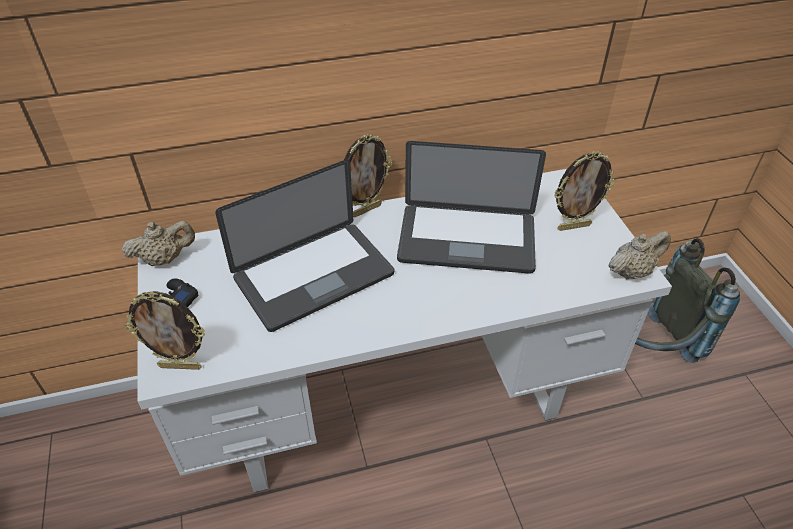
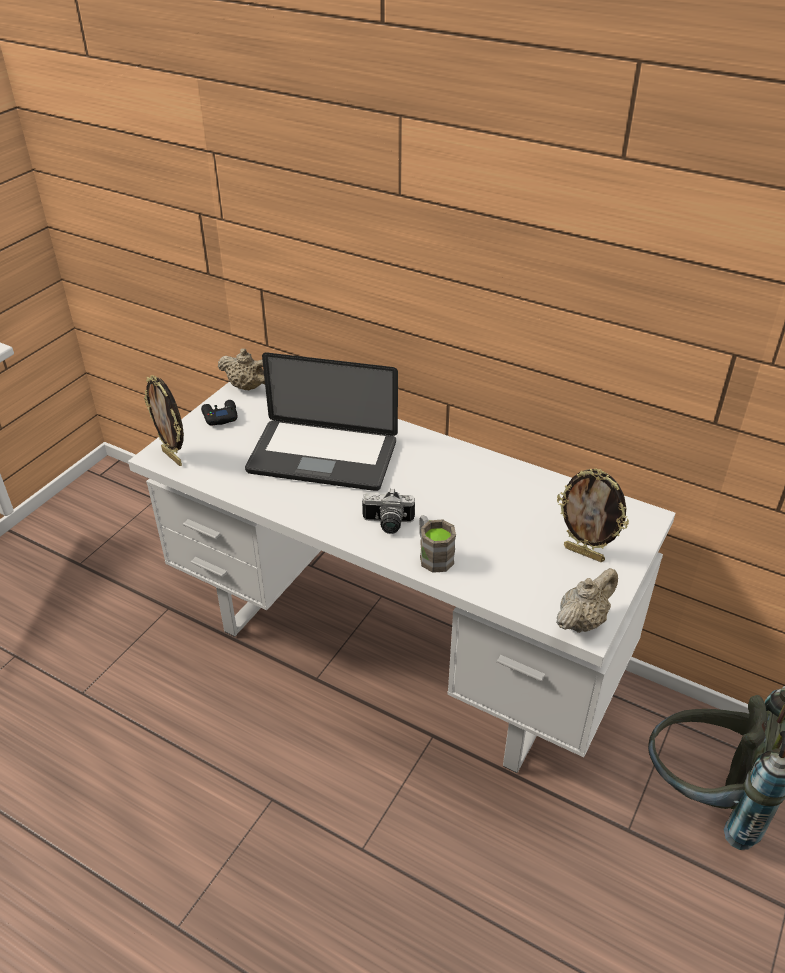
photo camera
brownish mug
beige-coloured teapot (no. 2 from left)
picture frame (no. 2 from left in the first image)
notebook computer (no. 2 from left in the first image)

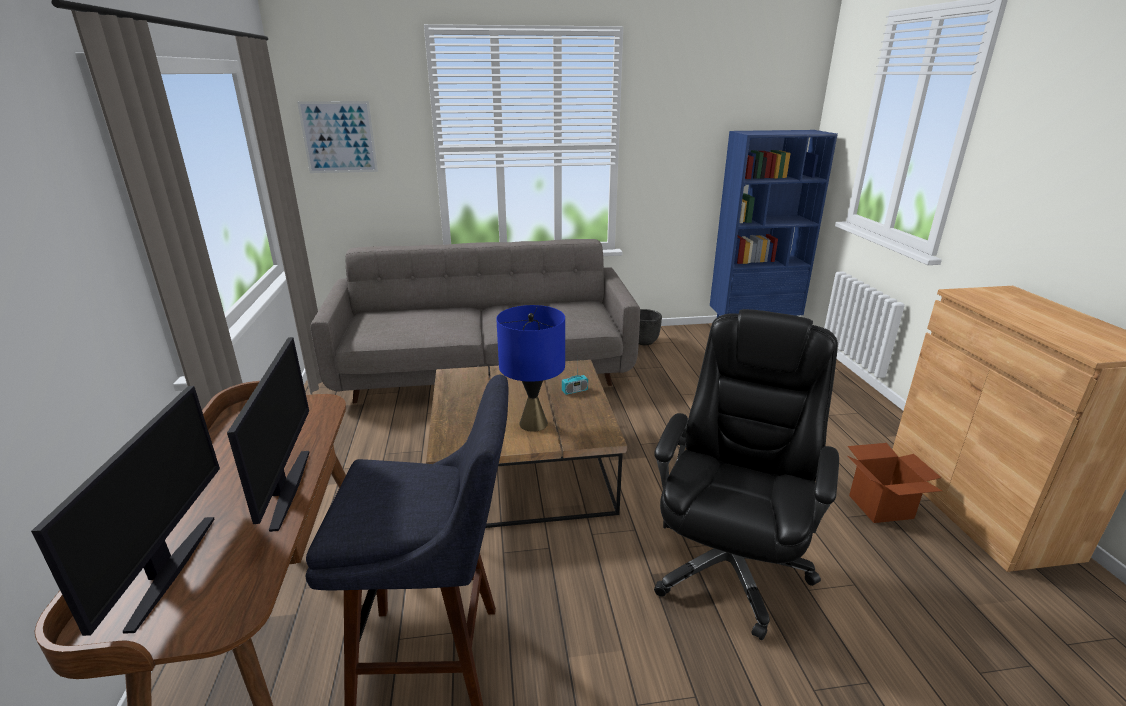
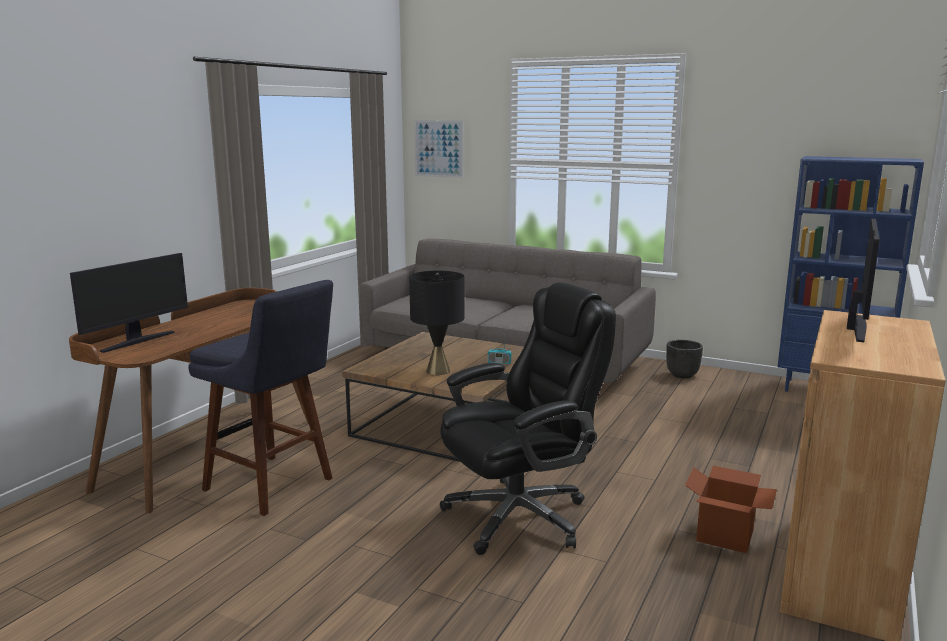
black tabletop lamp
monitor (no. 2 from left)

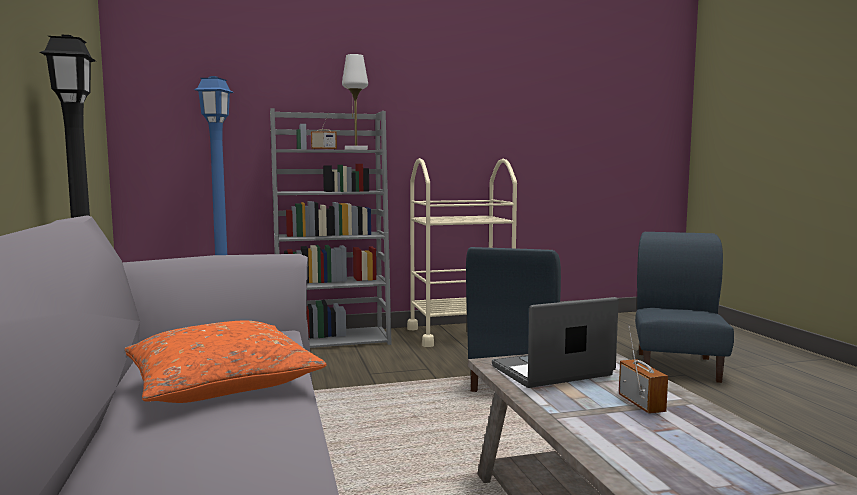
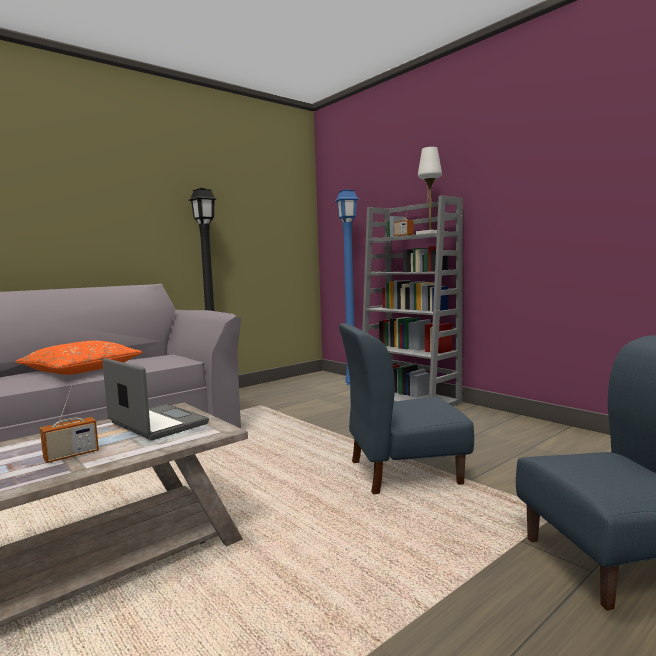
beige-coloured wheeled cart

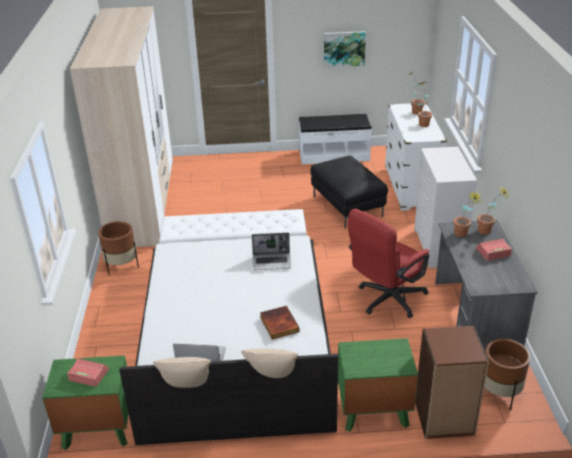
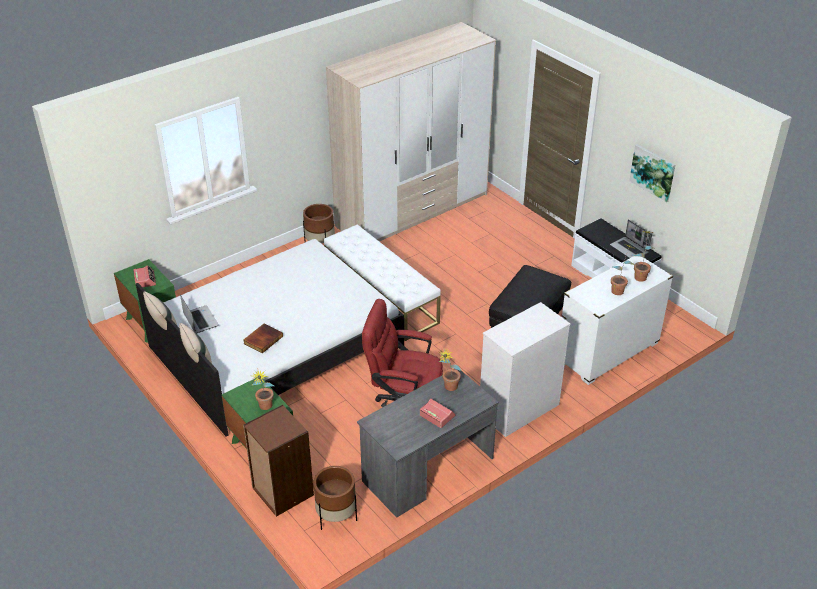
houseplant (no. 1 from left)
notebook computer (no. 2 from left)

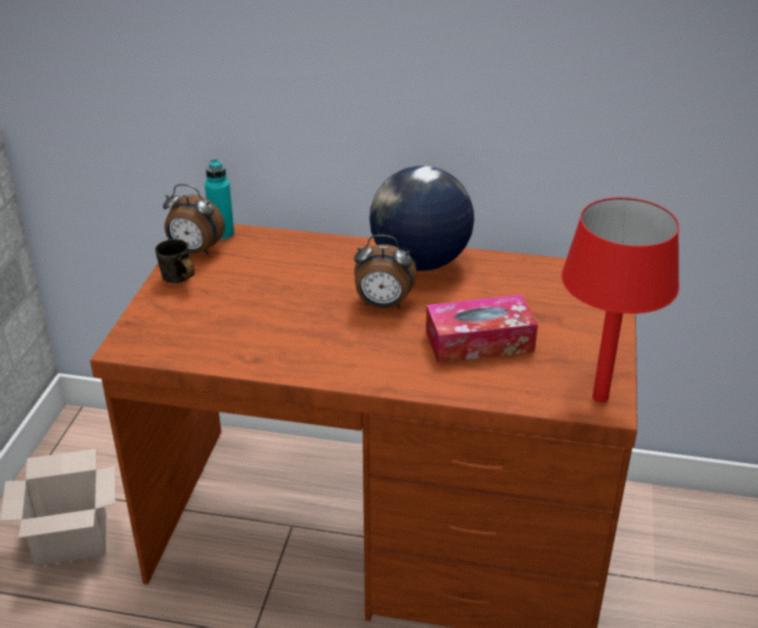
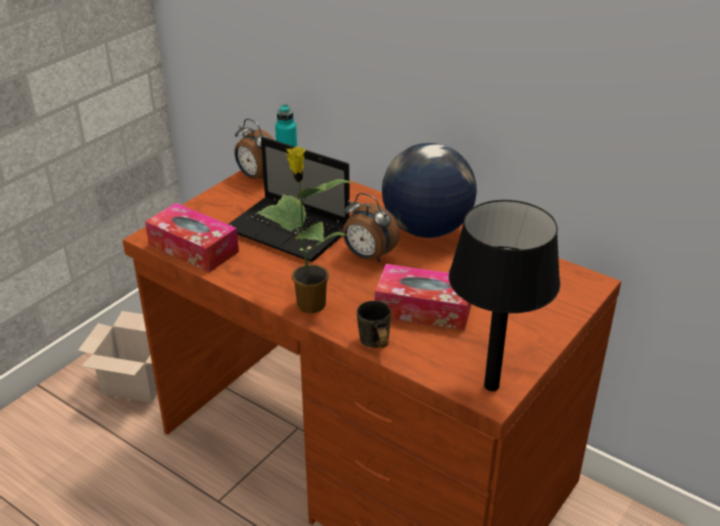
tissue holder (no. 1 from left)
notebook computer
houseplant
grey mug
black tabletop lamp

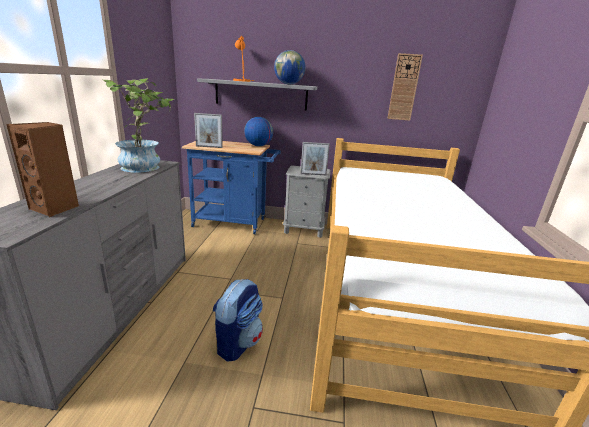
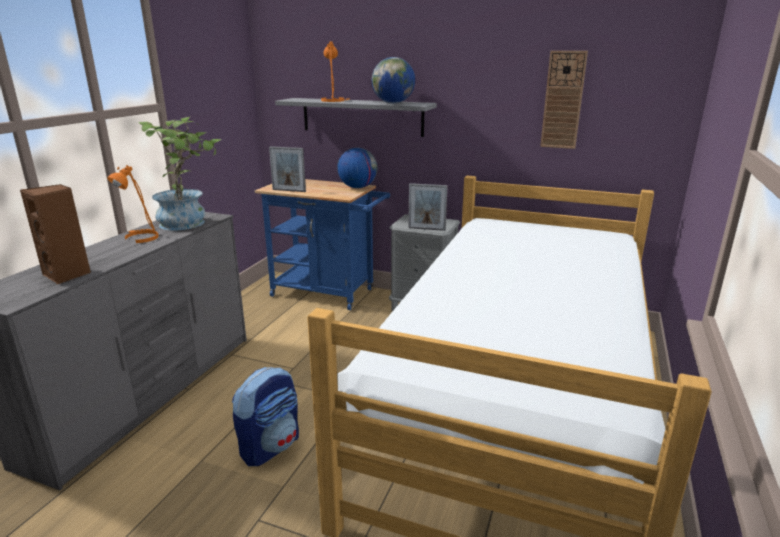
orange tabletop lamp (no. 1 from left)

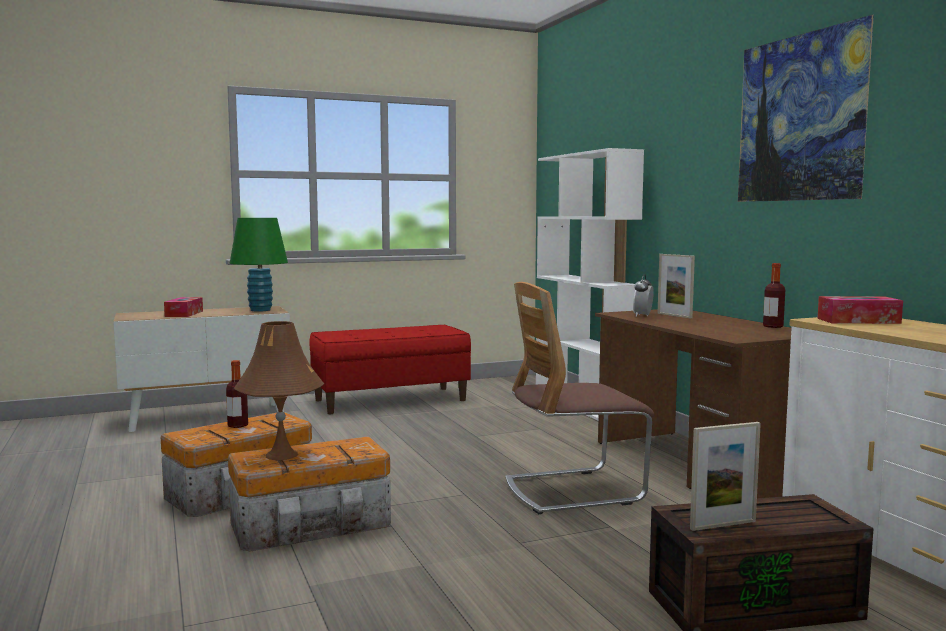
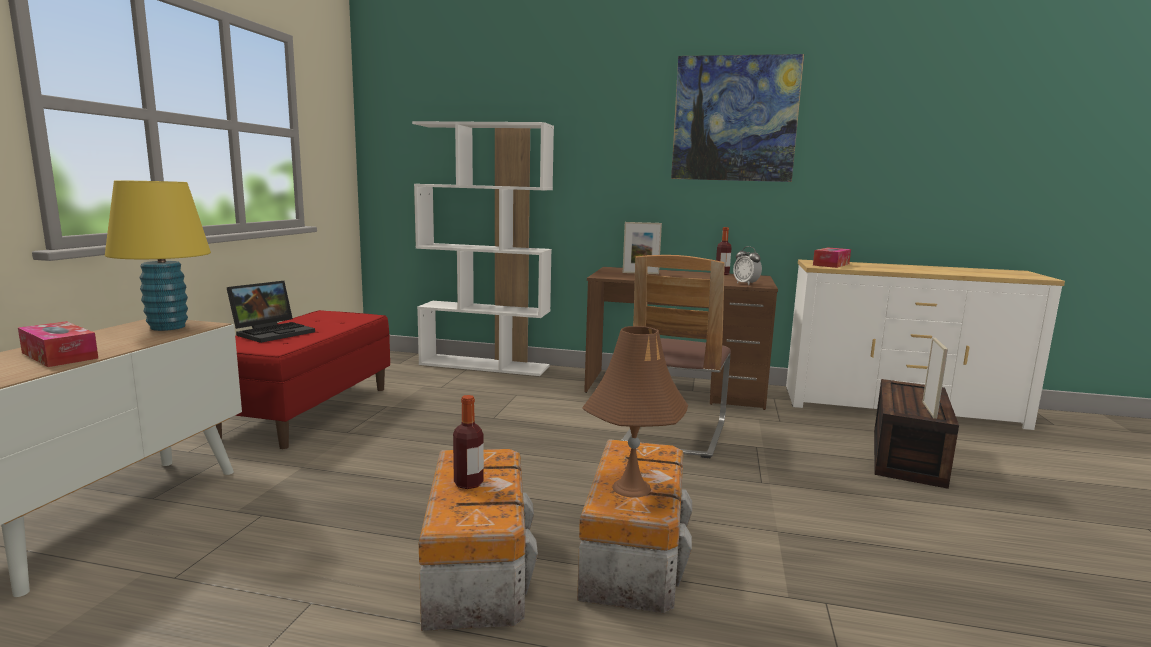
yellowish tabletop lamp
notebook computer
bedside clock

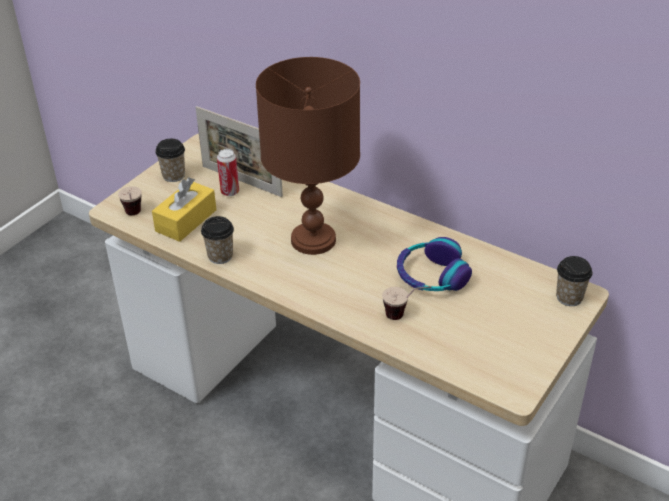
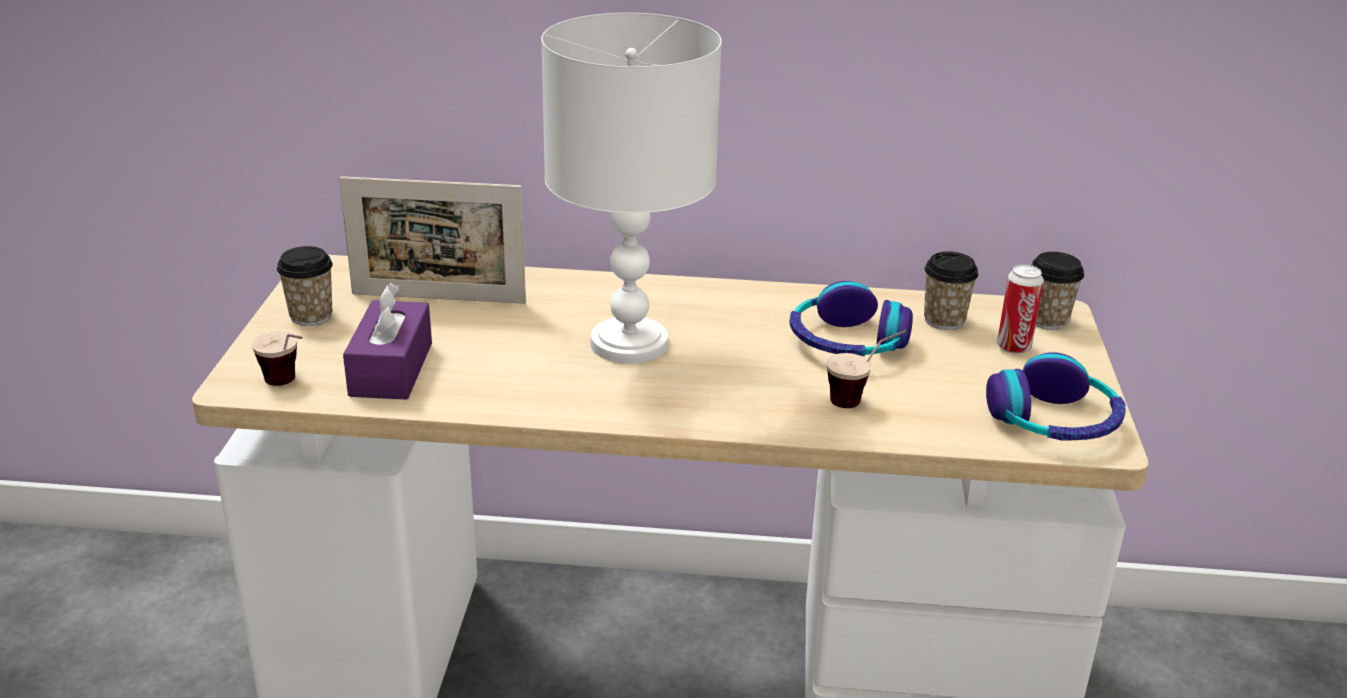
purple-coloured tissue holder
white-coloured tabletop lamp
cup (no. 4 from left)
pair of headphones (no. 2 from left)
sealed can

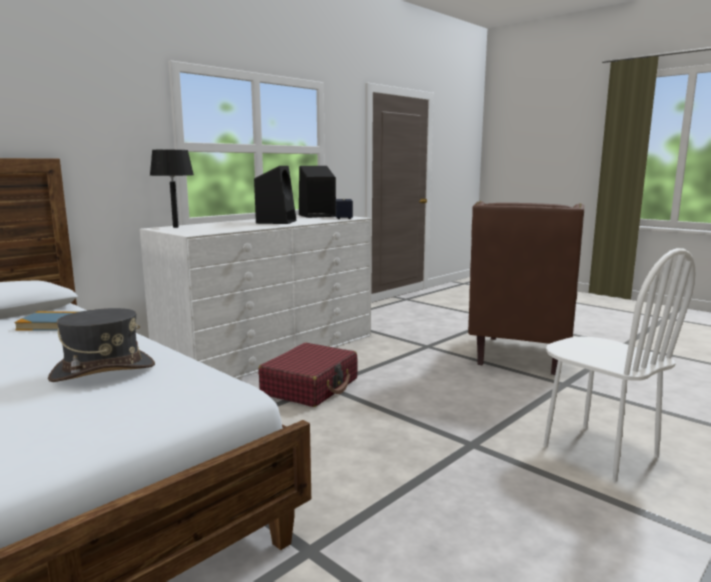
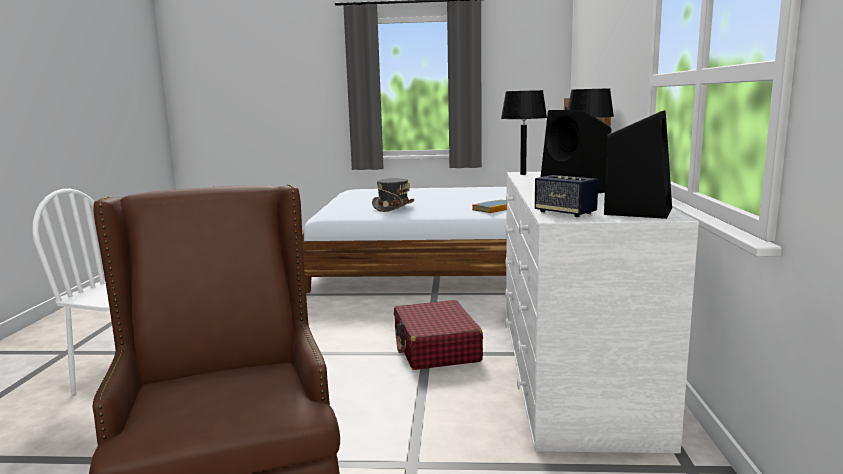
black tabletop lamp (no. 1 from left)

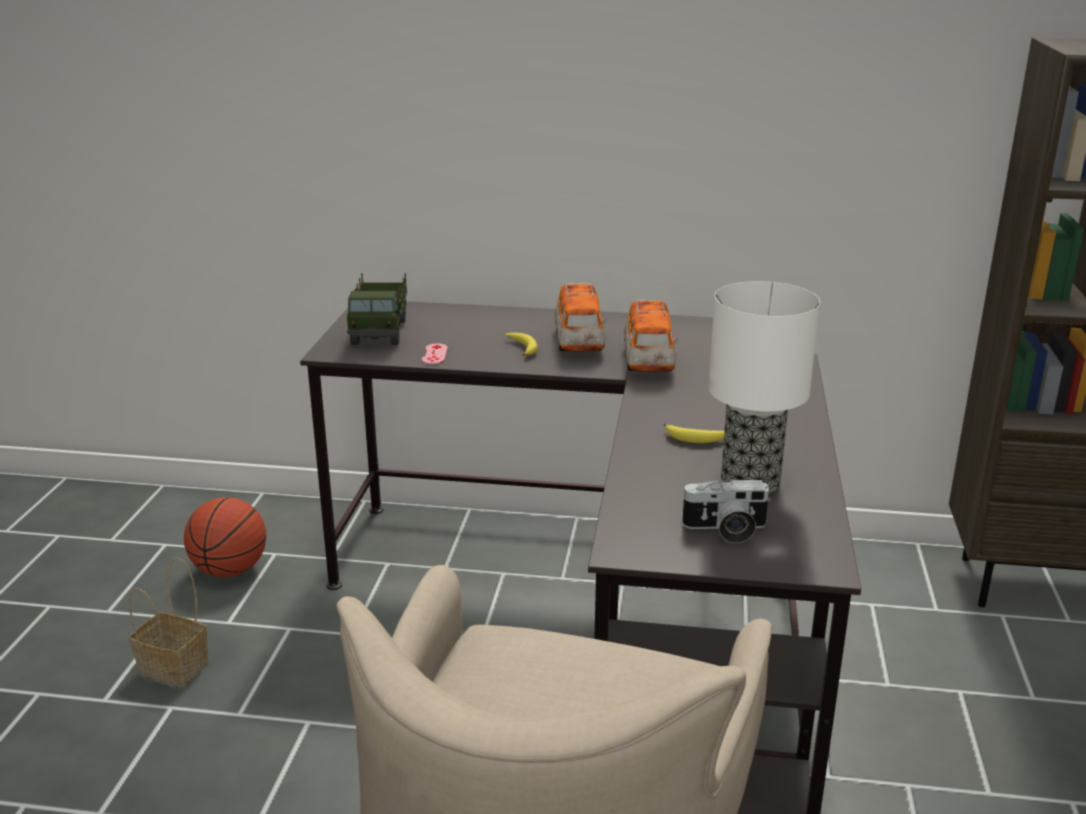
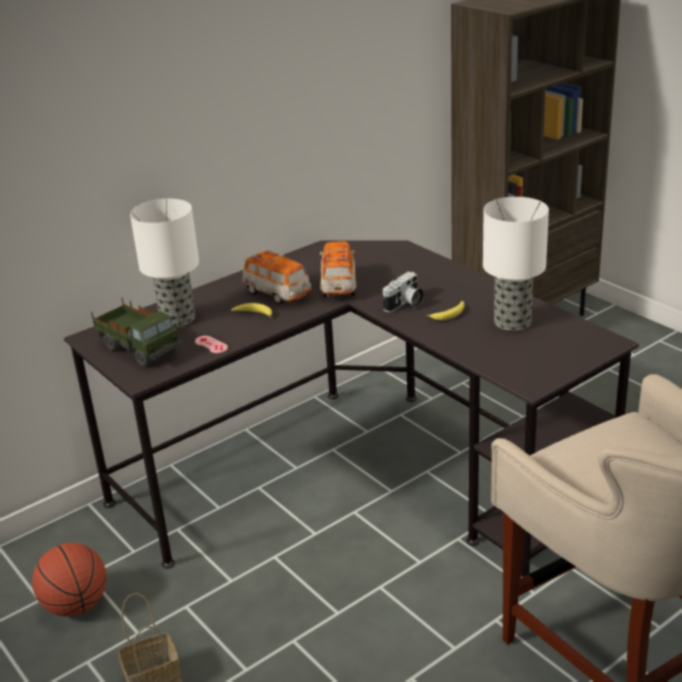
tabletop lamp (no. 1 from left)
model car (no. 2 from left)
photo camera

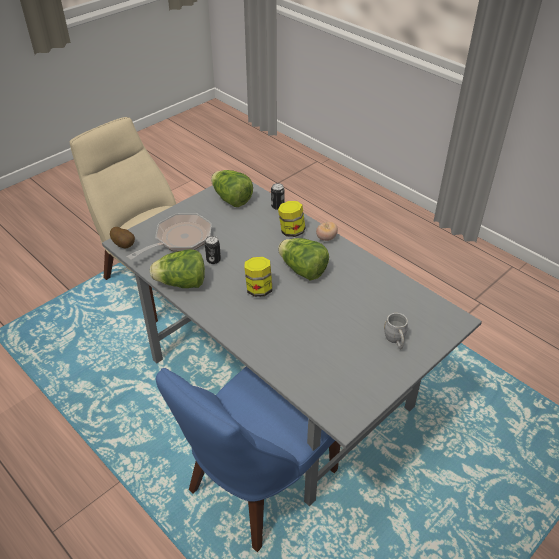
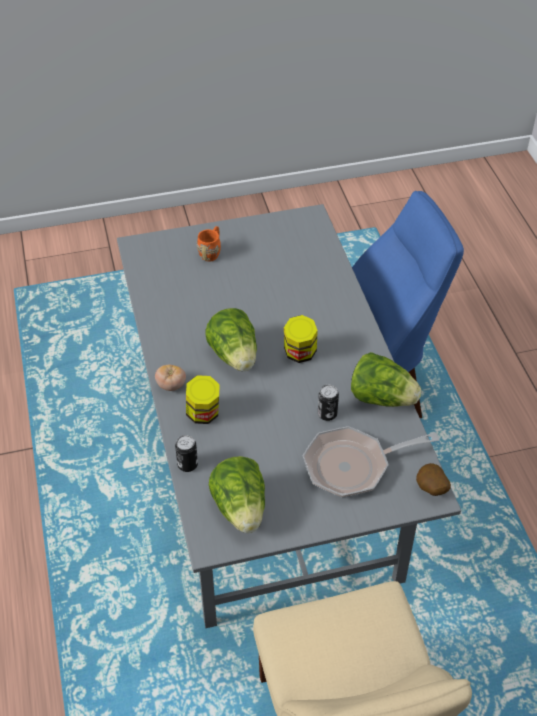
orange mug

